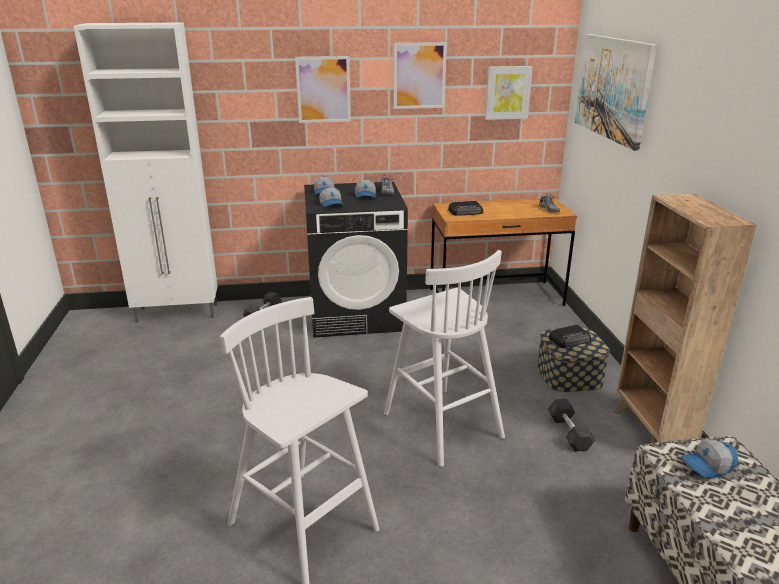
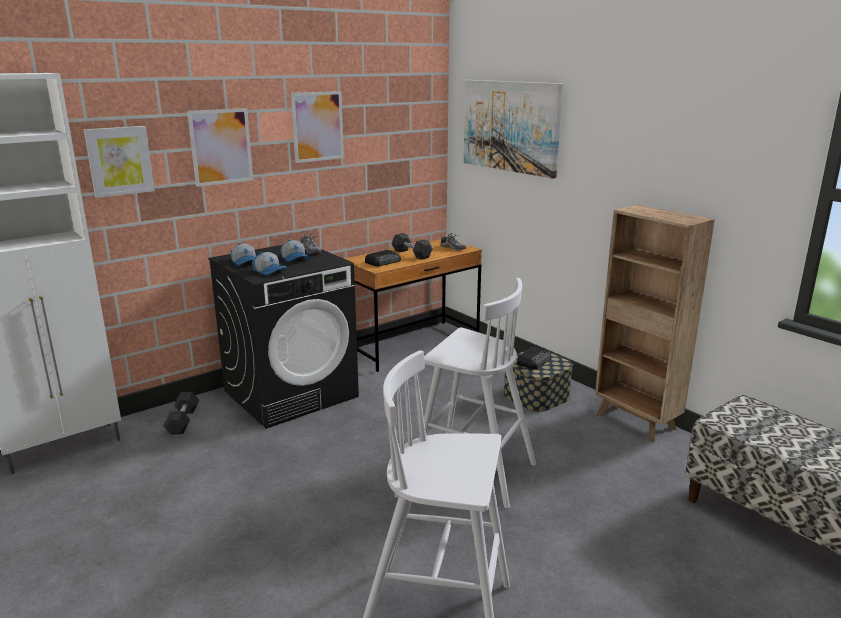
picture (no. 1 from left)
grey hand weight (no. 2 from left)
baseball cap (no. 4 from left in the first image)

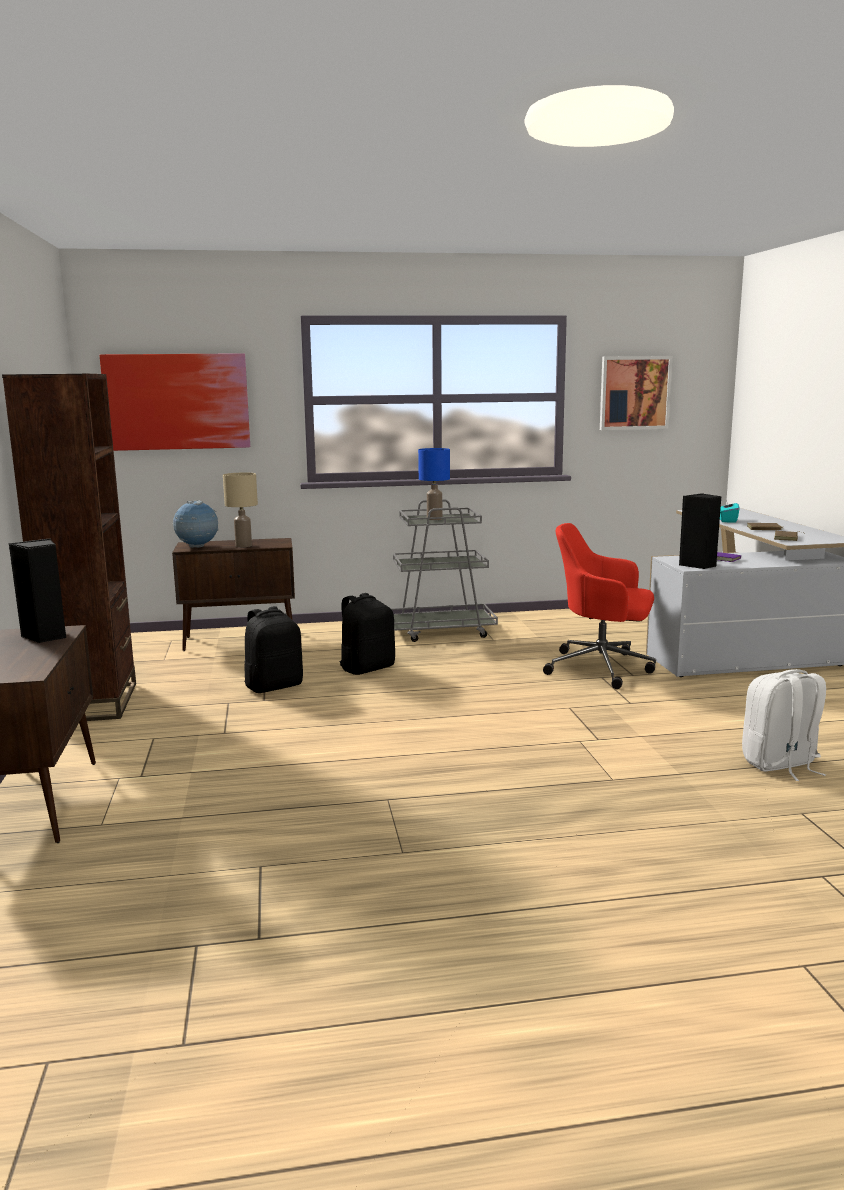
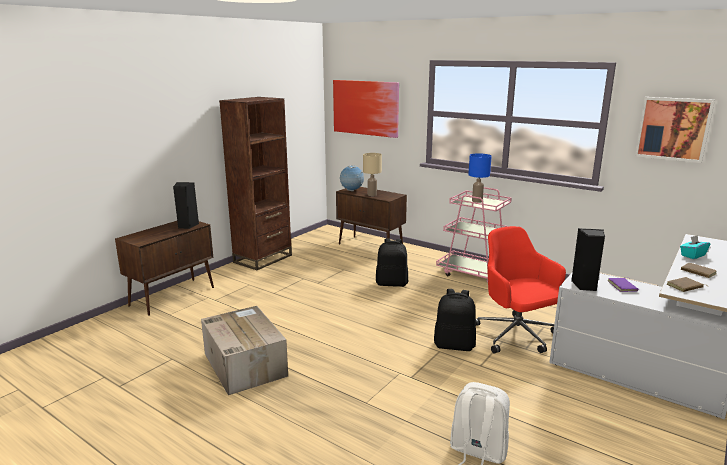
carton
black backpack (no. 2 from left)
pinkish wheeled cart

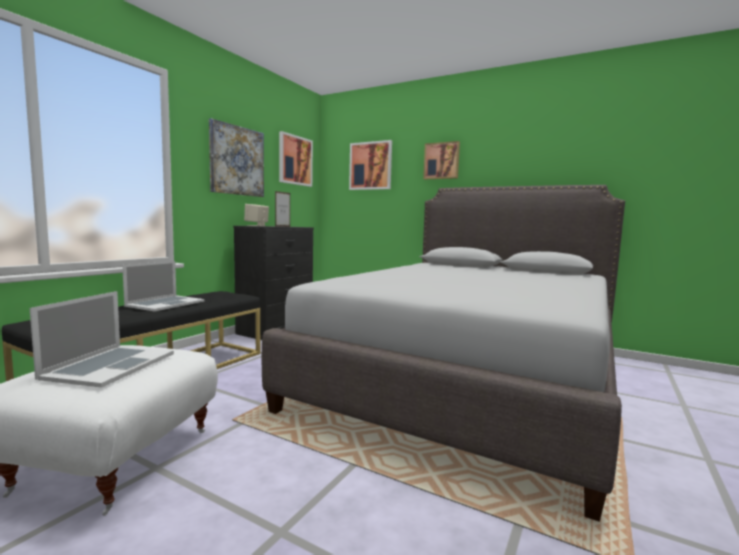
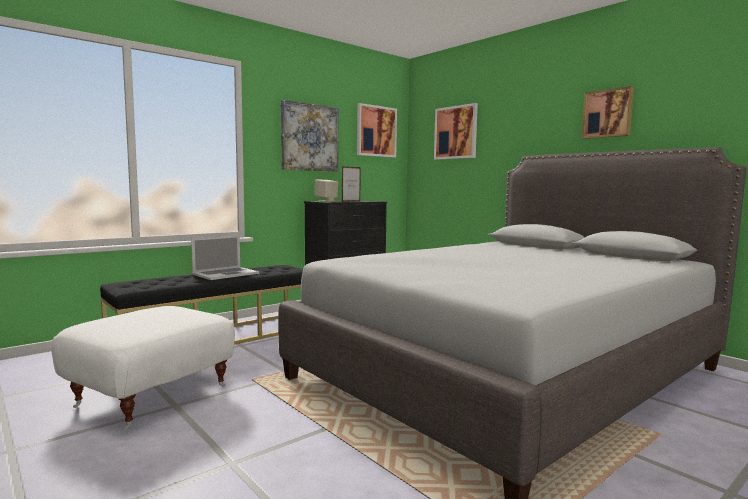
picture (no. 4 from left)
notebook computer (no. 1 from left in the first image)

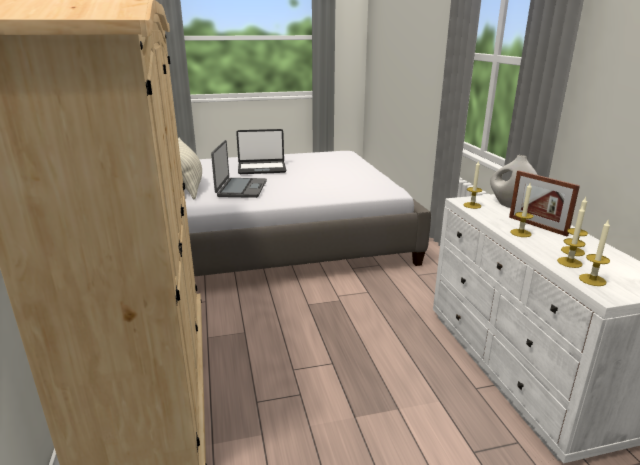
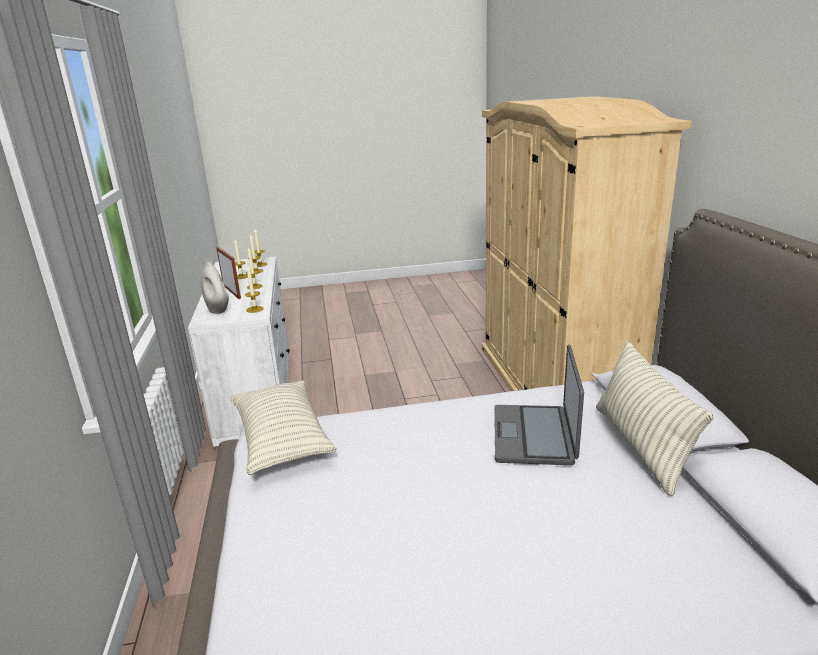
pillow (no. 1 from left)
notebook computer (no. 2 from left in the first image)

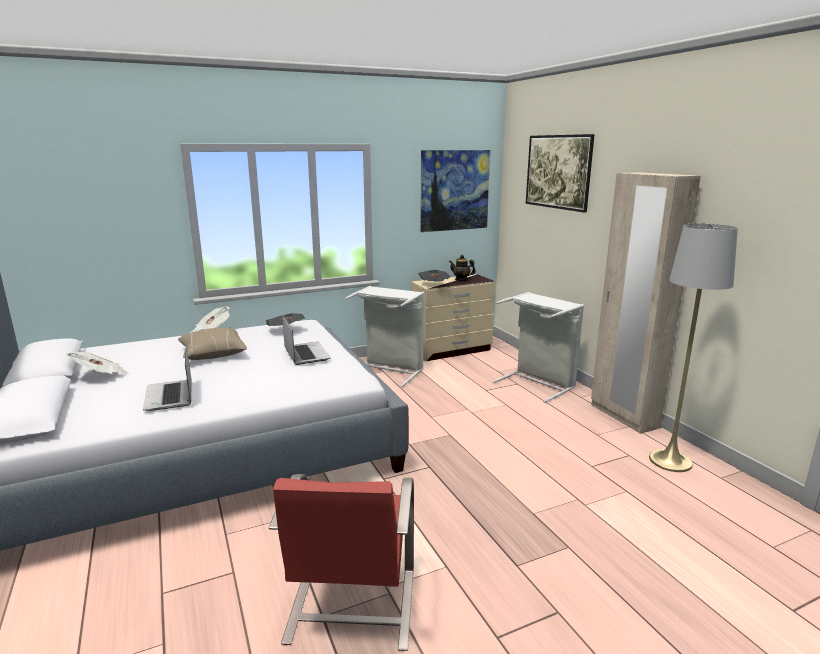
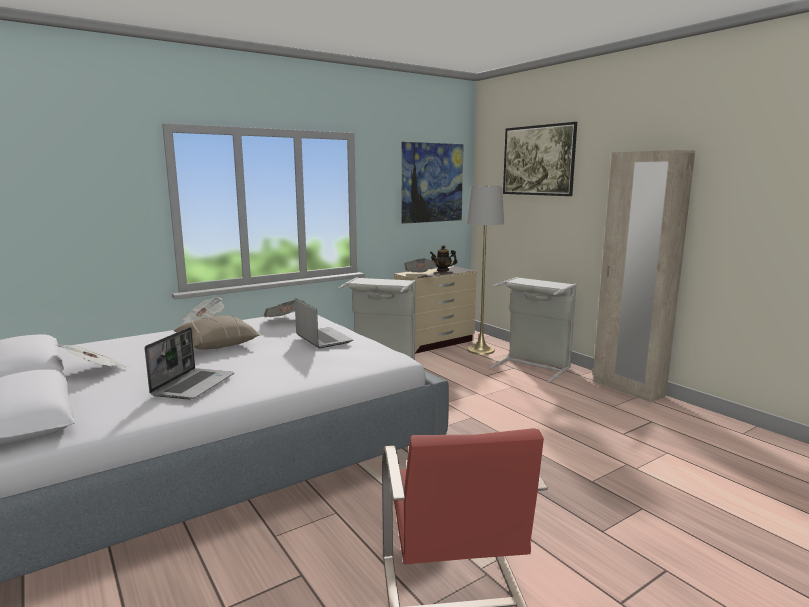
notebook computer (no. 1 from left)
grey floor lamp

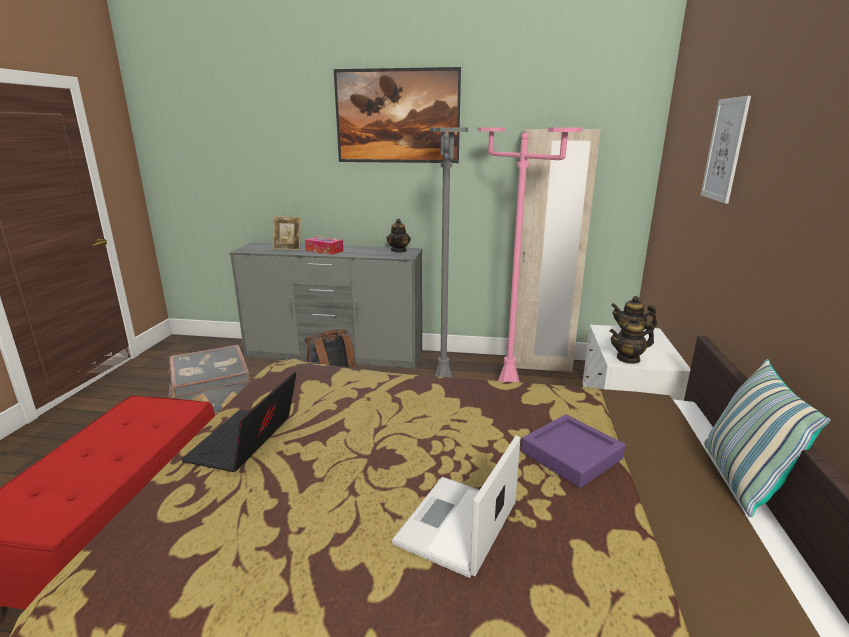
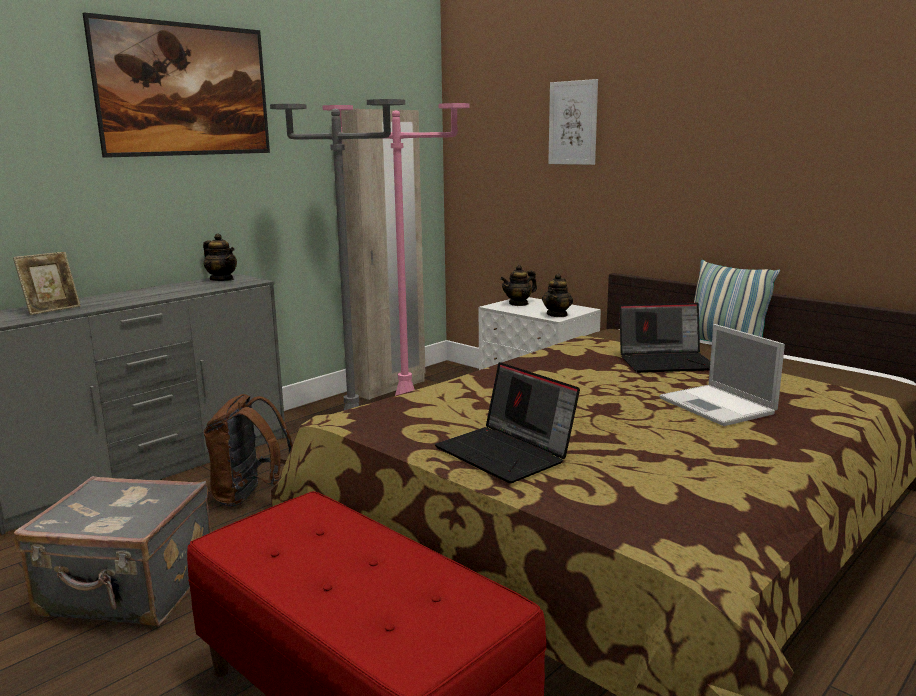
notebook computer (no. 2 from left)
tissue holder

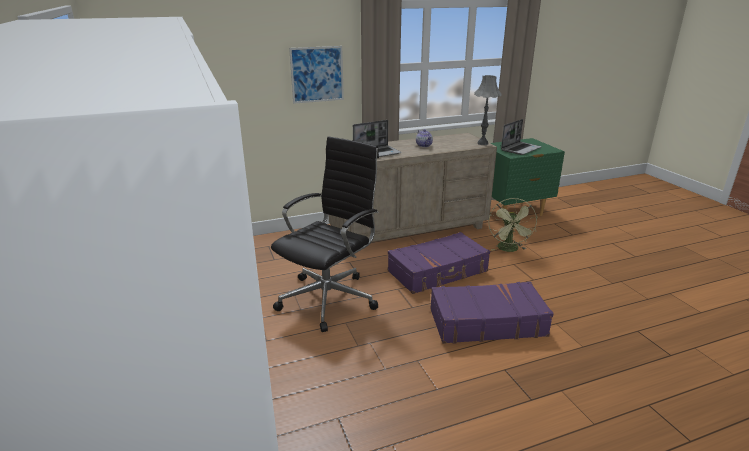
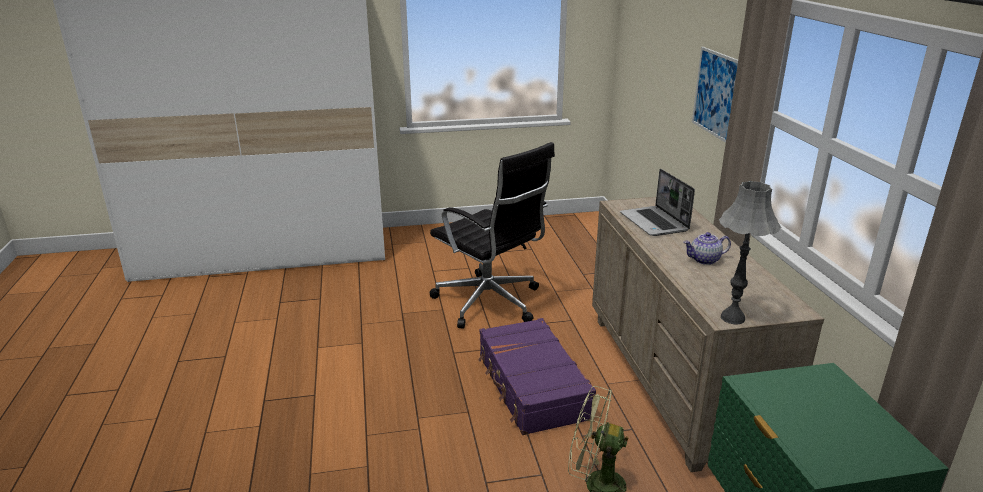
purple-coloured piece of luggage (no. 2 from left in the first image)
notebook computer (no. 2 from left in the first image)

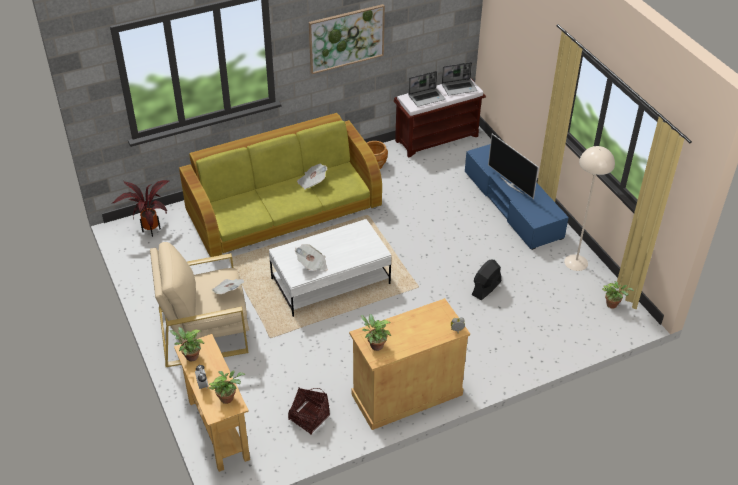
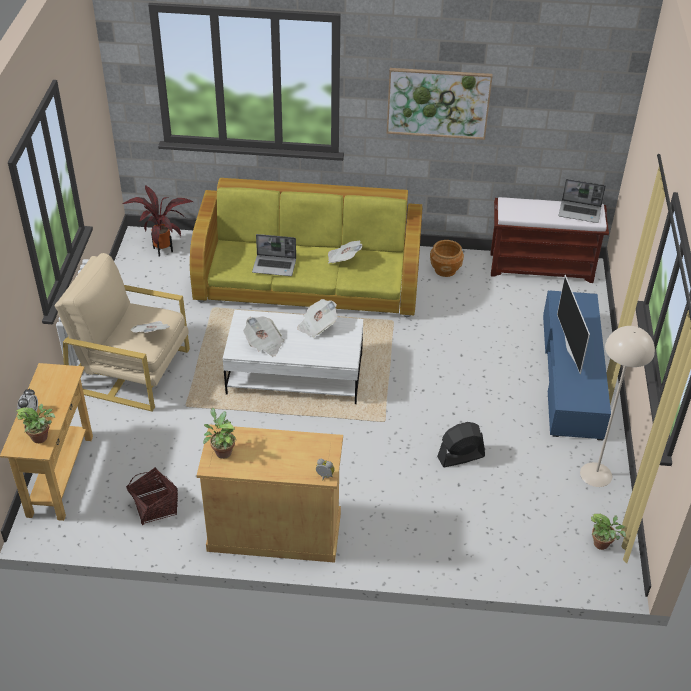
notebook computer (no. 1 from left)
daily paper (no. 3 from left)
houseplant (no. 2 from left in the first image)

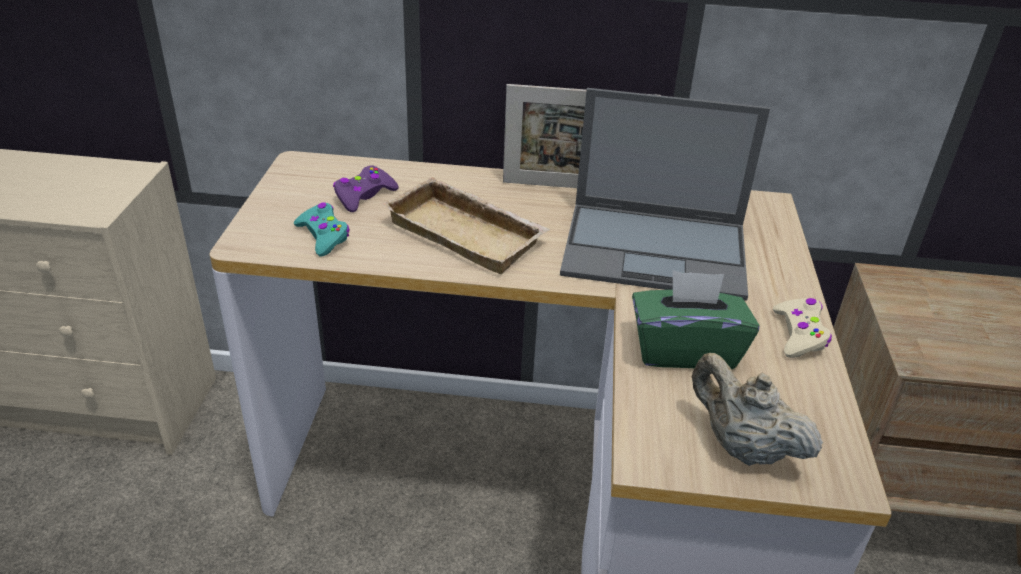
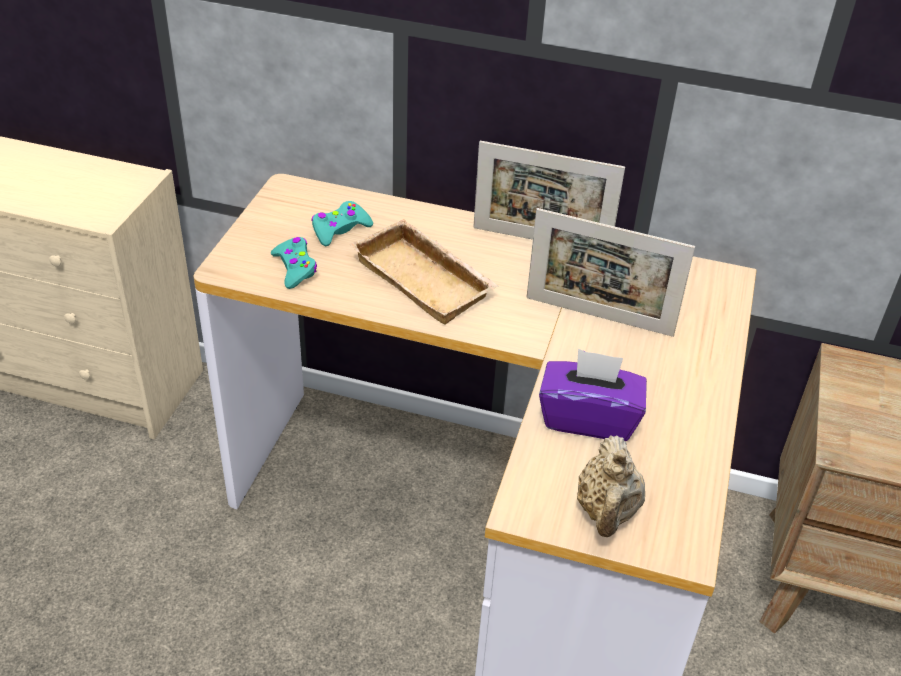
turquoise-coloured game controller (no. 2 from left)
picture frame (no. 2 from left)
purple-coloured tissue holder
beige-coloured teapot
beige-coloured game controller

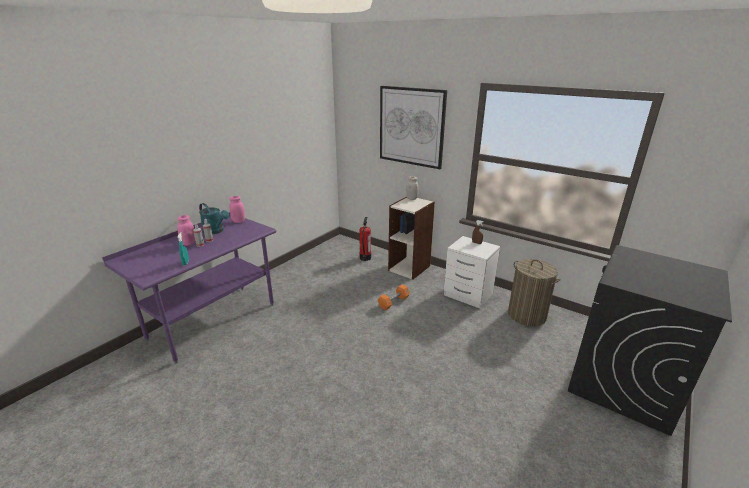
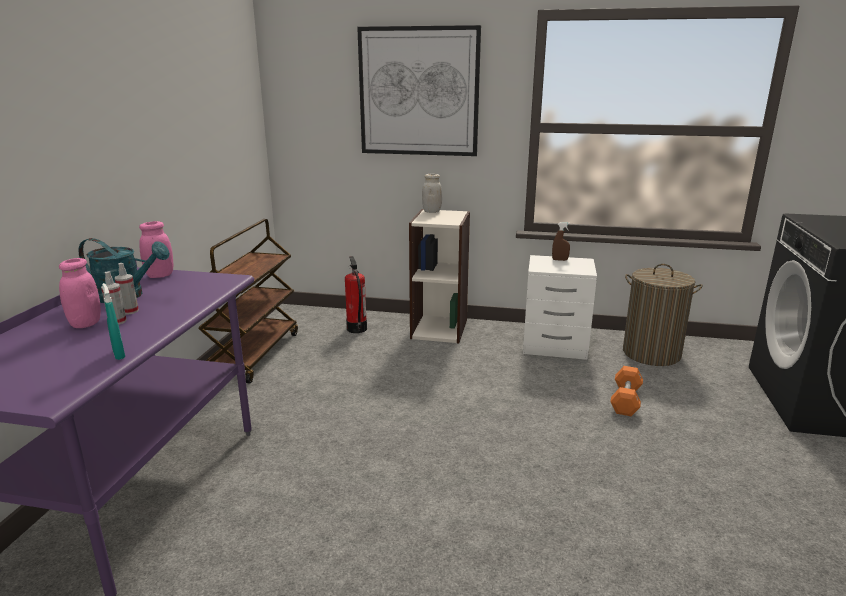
brownish wheeled cart
orange hand weight

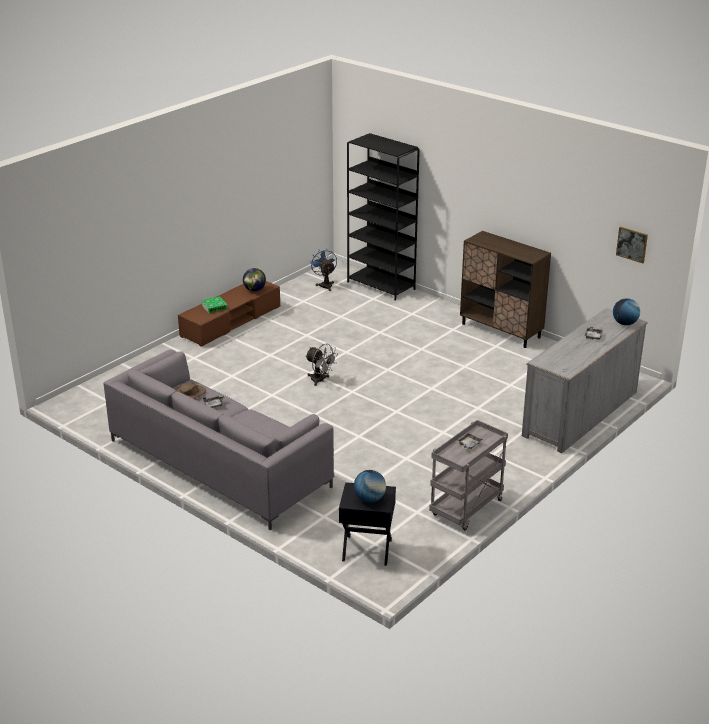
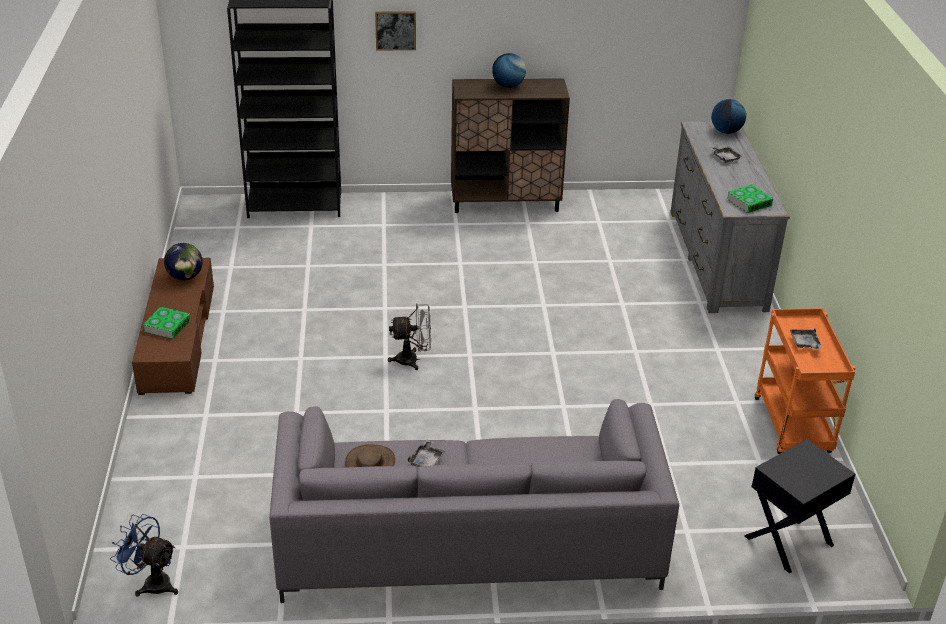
bluish fan
picture
globe (no. 2 from left)
bound book (no. 2 from left)
orange wheeled cart

